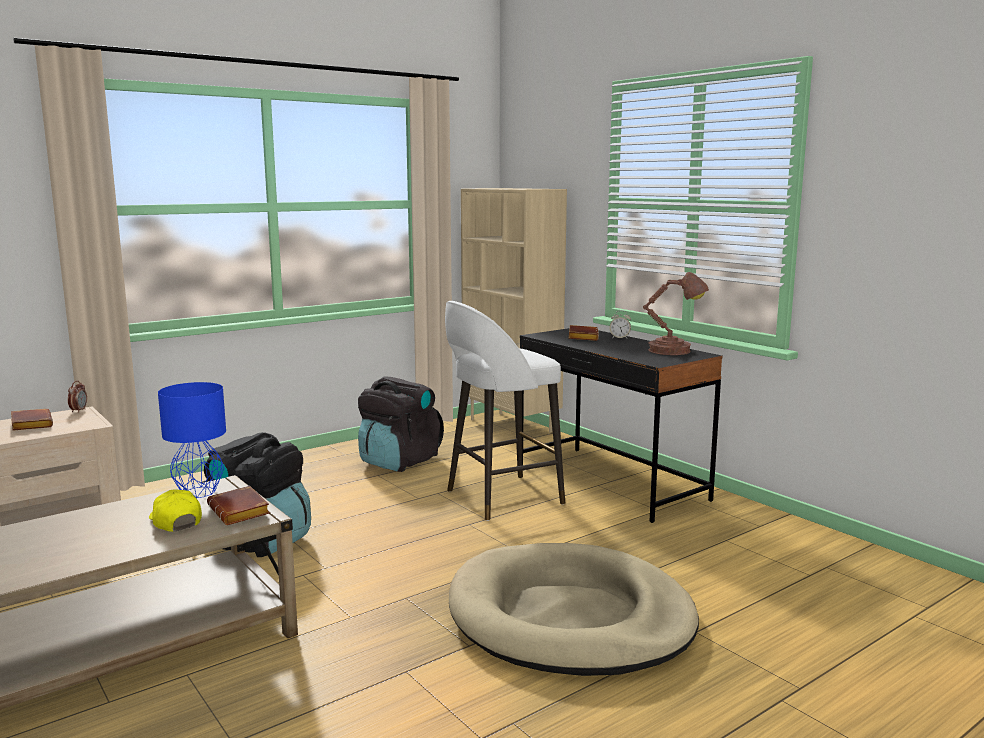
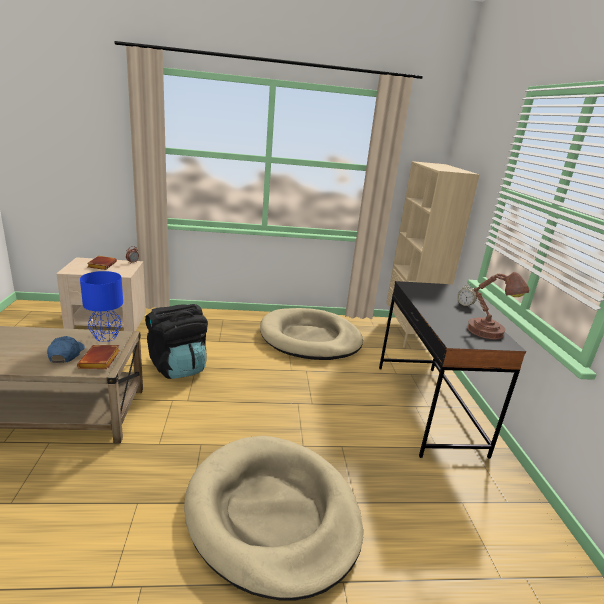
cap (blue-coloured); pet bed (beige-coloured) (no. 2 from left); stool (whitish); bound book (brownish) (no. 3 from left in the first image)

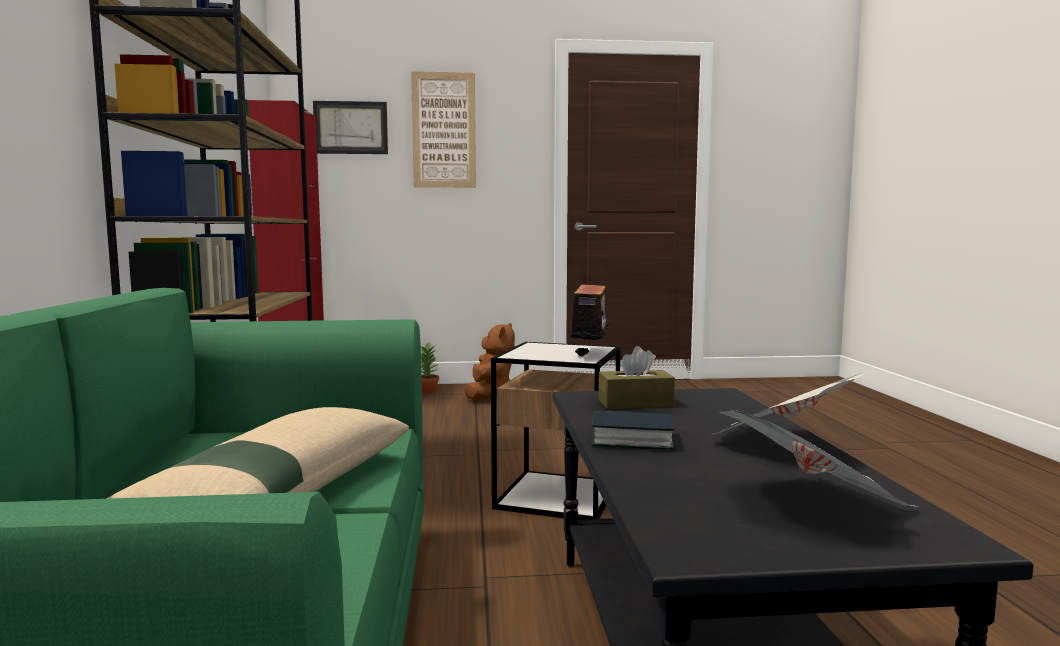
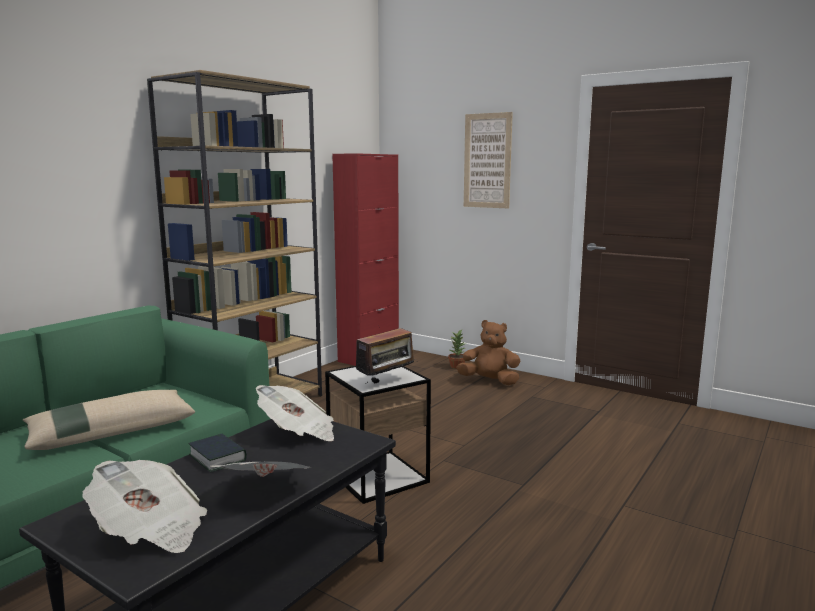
newspaper (no. 3 from left); plush toy (brownish); wall art (no. 1 from left in the first image)

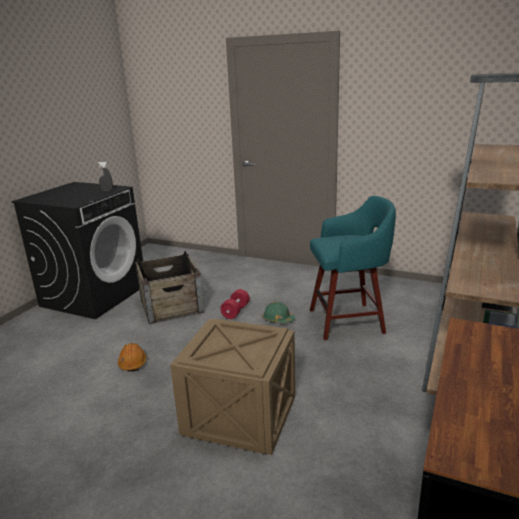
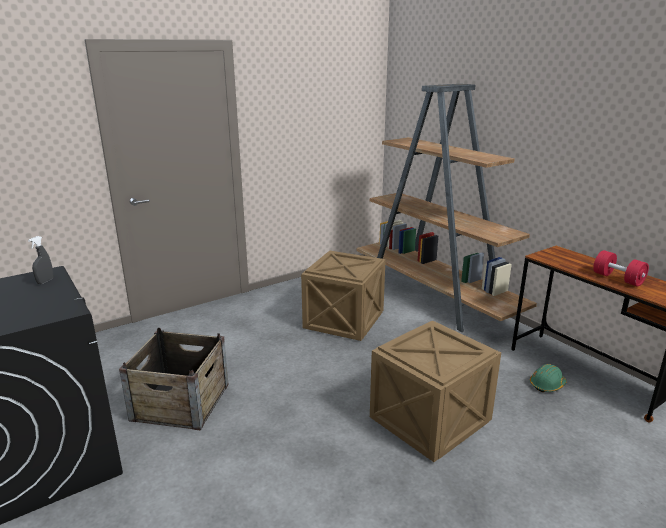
packing crate (no. 2 from left); safety helmet (green-coloured); hand weight (reddish); safety helmet (orange-coloured)

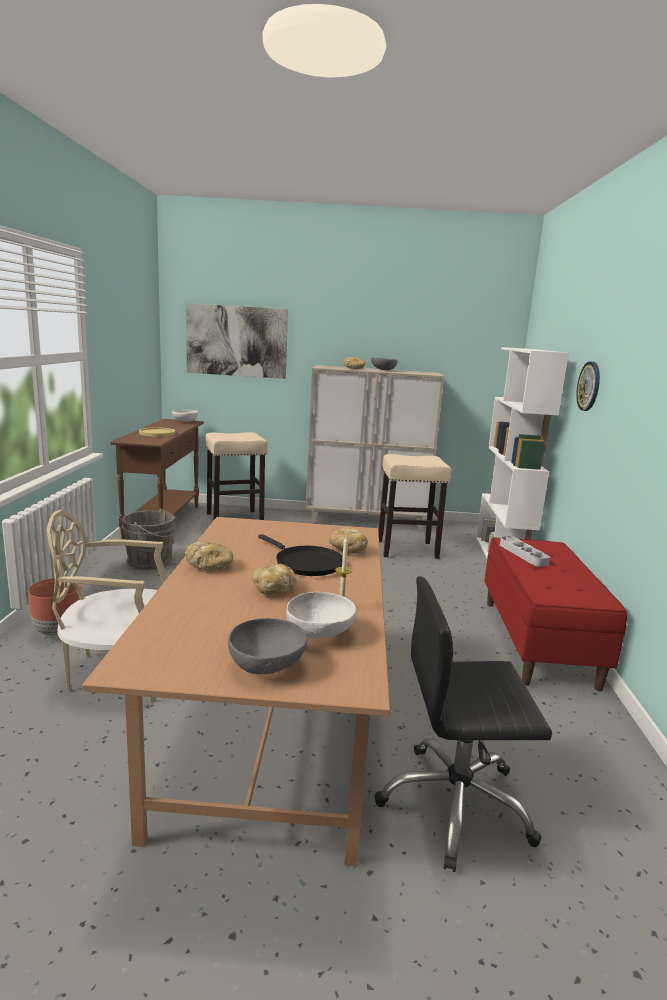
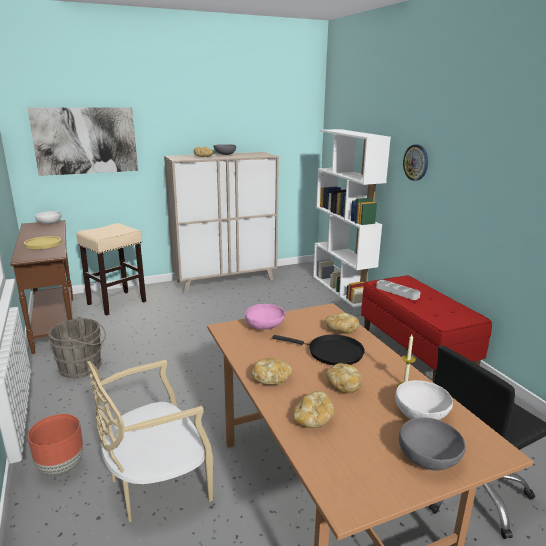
deep dish (pink); bakery bread (no. 3 from left); stool (beige-coloured) (no. 2 from left in the first image)

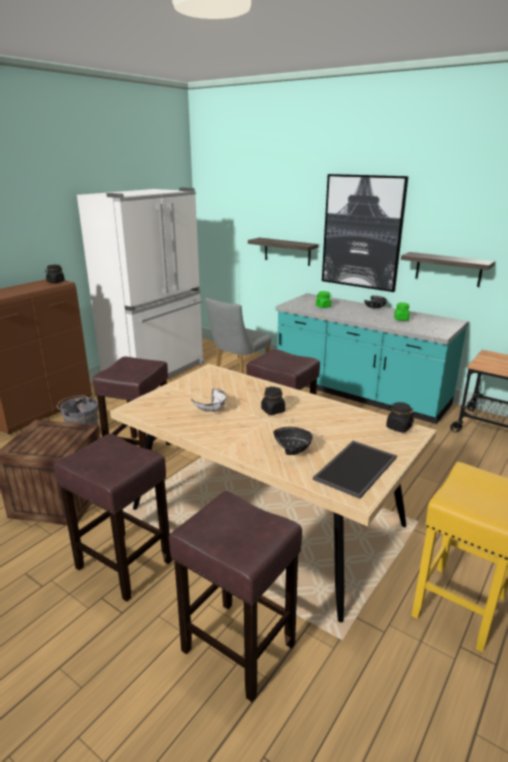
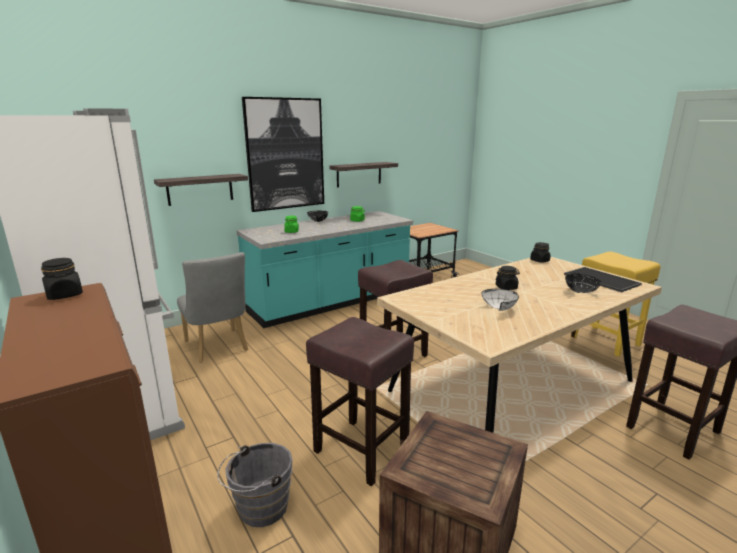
stool (brownish) (no. 1 from left in the first image)

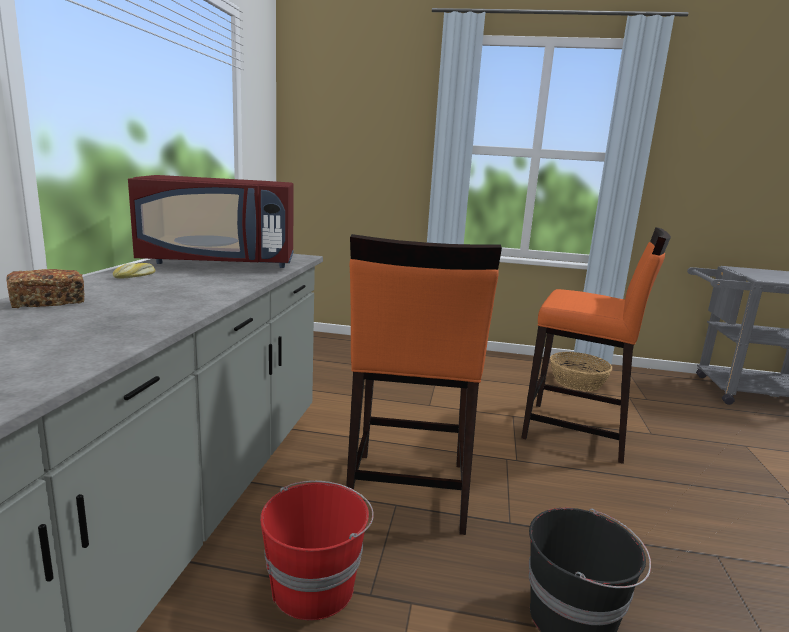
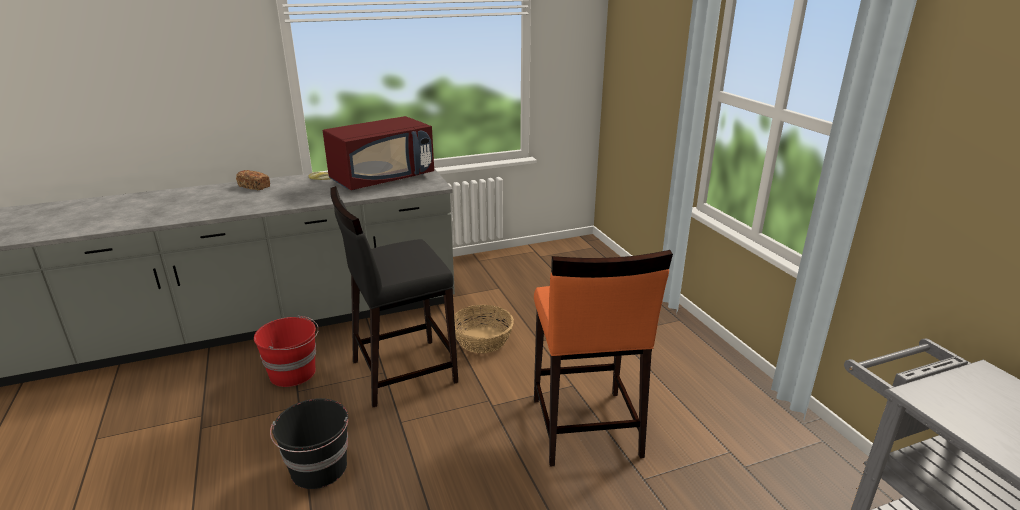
microwave oven (reddish); stool (blackish); household basket

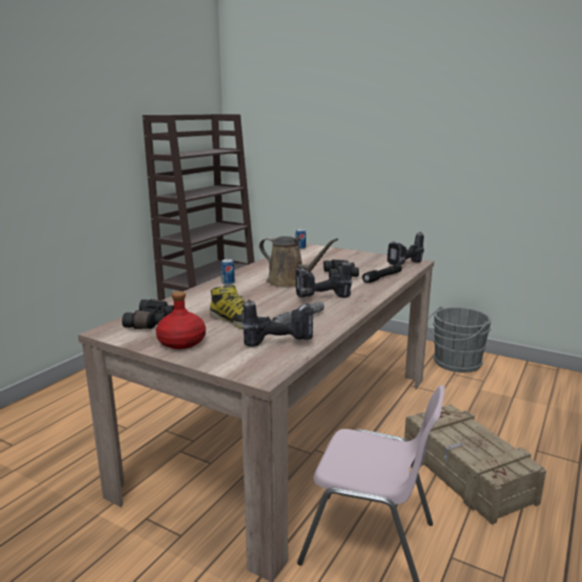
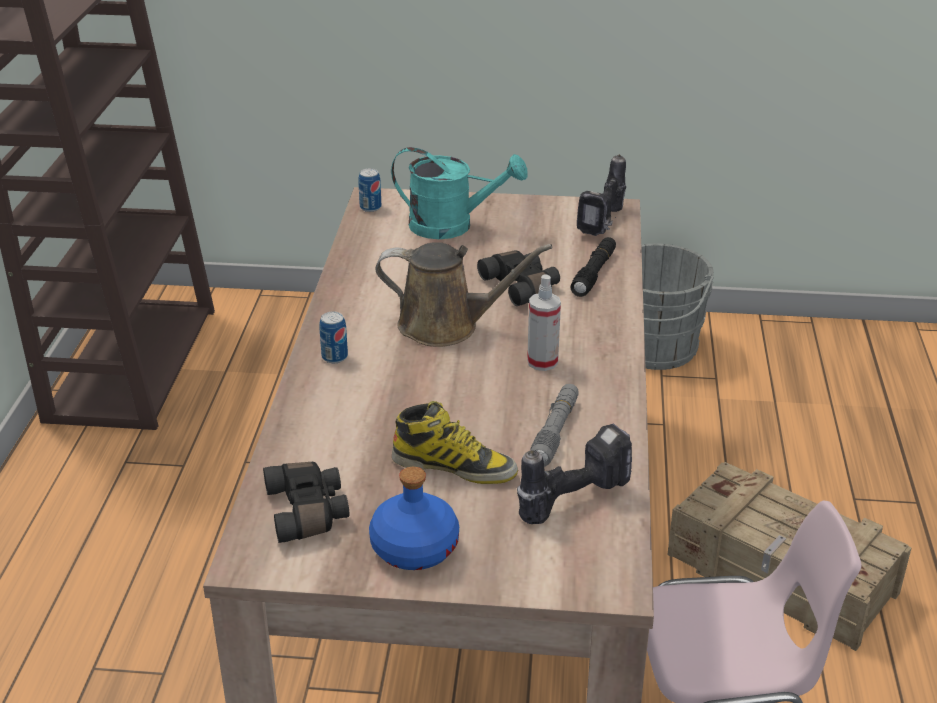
bottle (blue-coloured); watering can (turquoise); hand sprayer

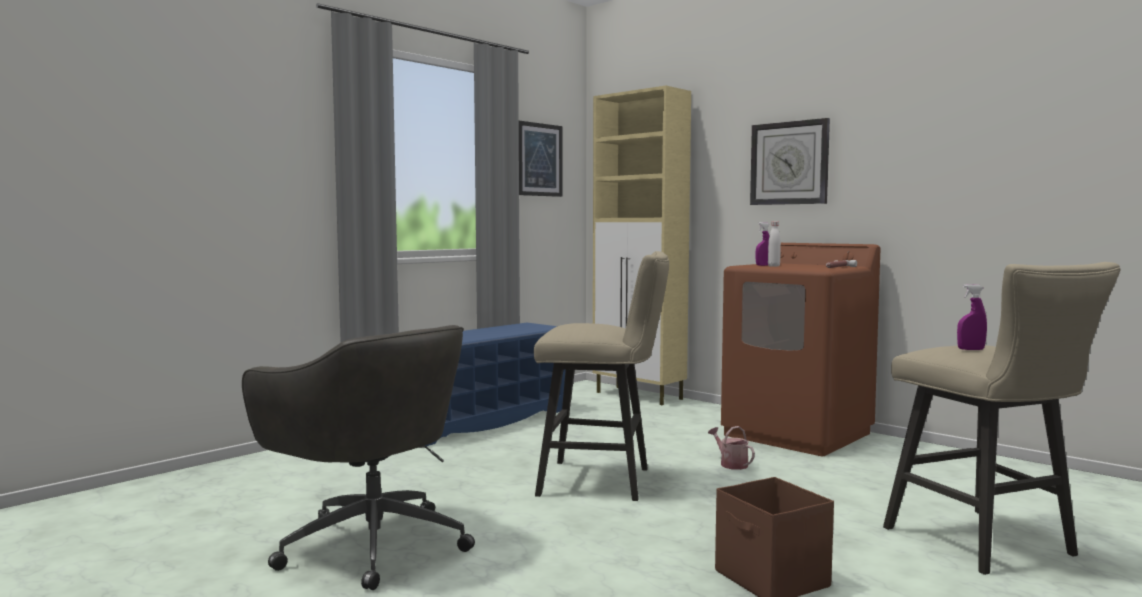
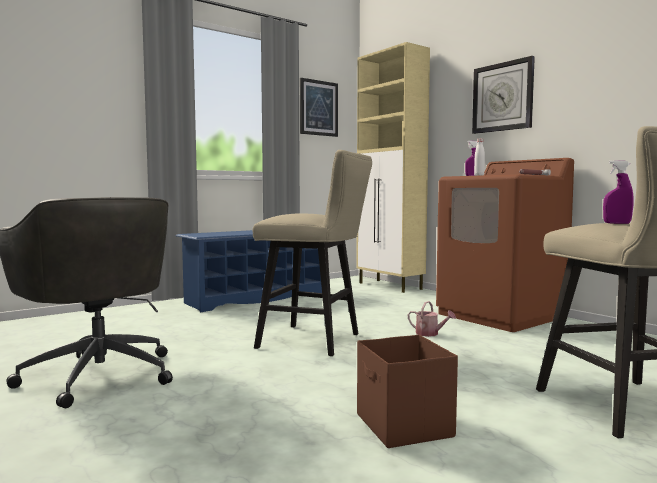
watering can

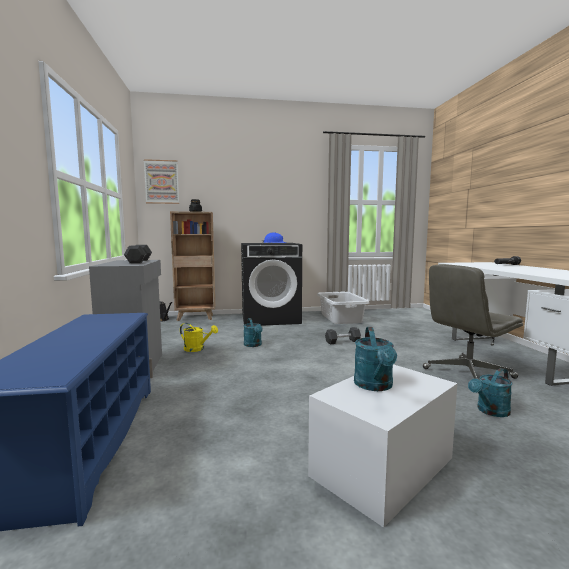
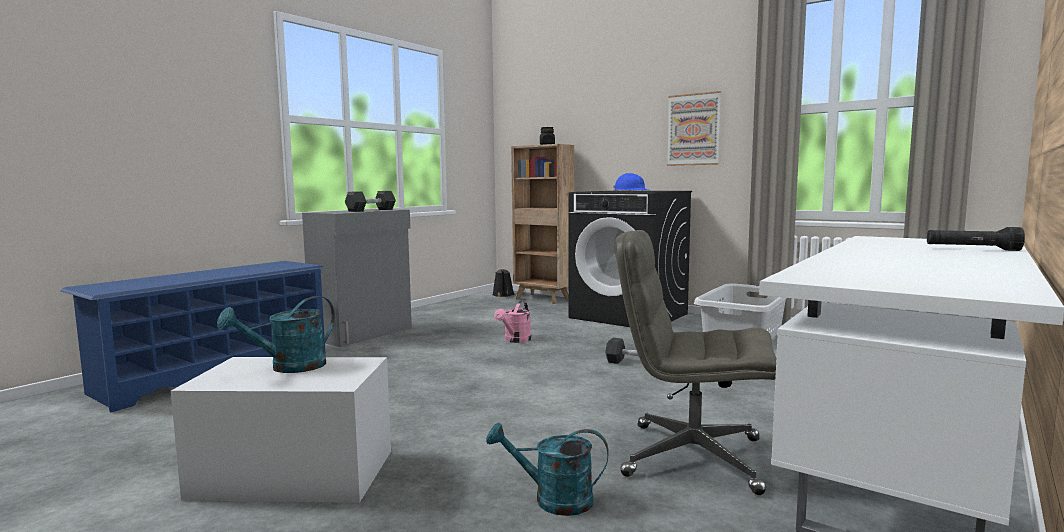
watering can (pink); wall art; watering can (yellowish)

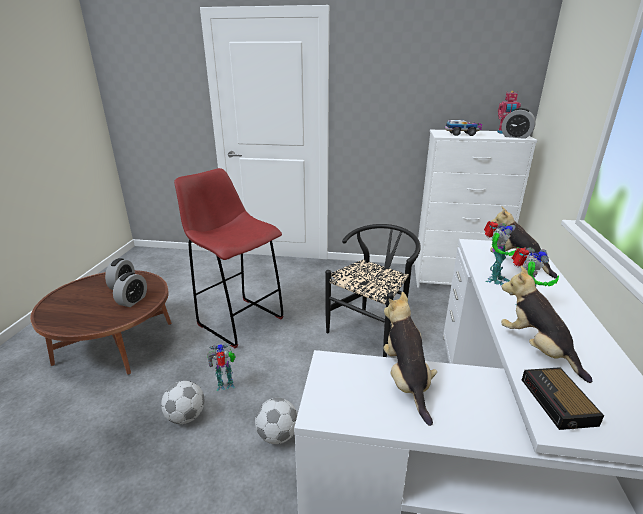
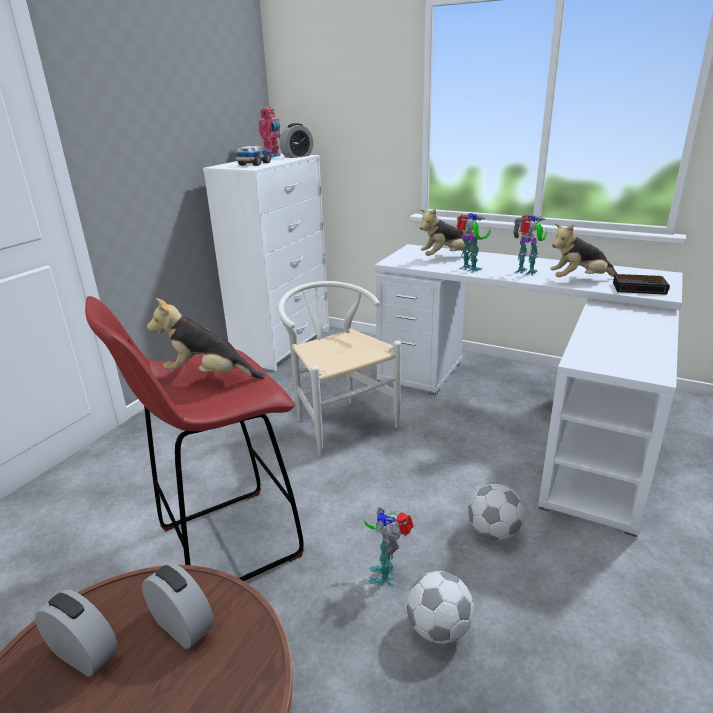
plush toy (no. 1 from left); plain chair (whitish)

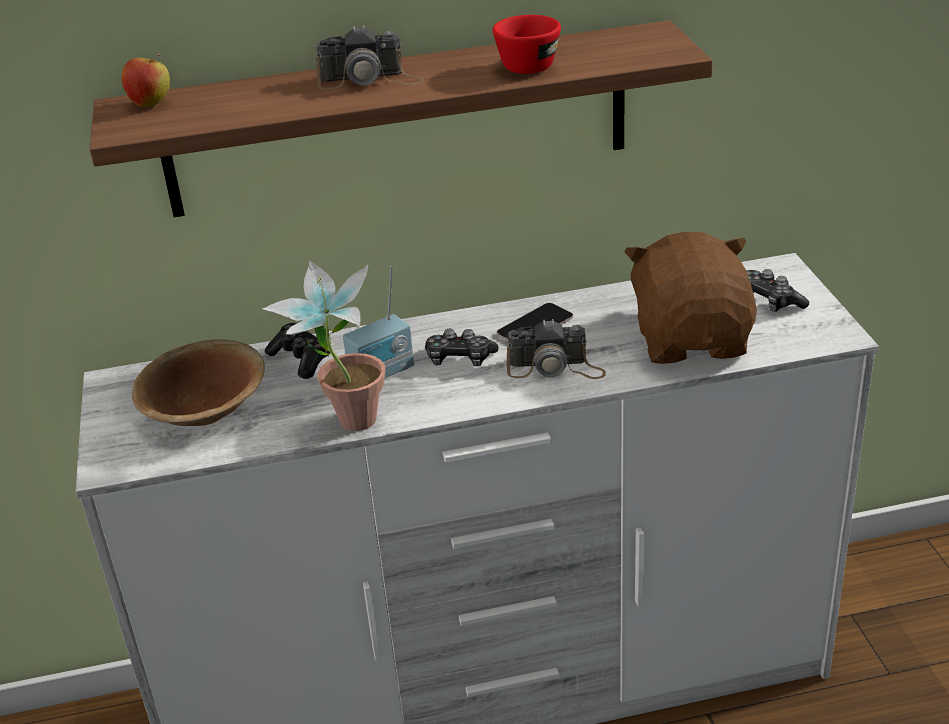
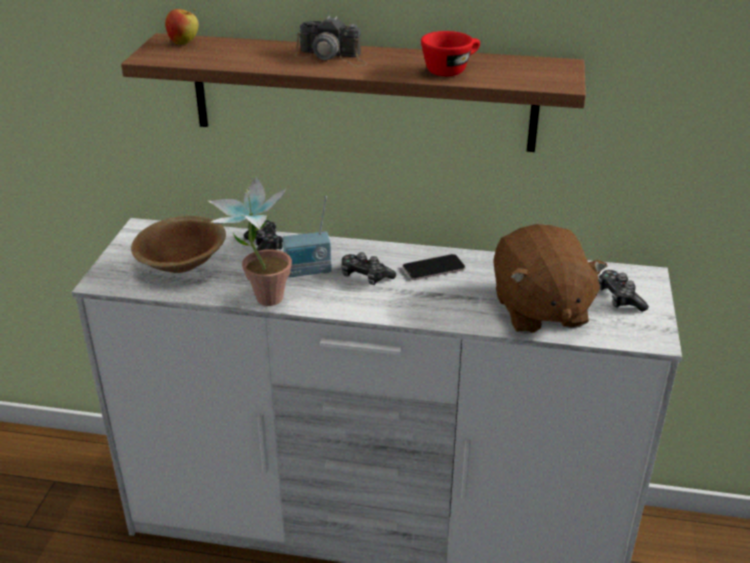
plush toy (brownish); still camera (no. 2 from left in the first image)

